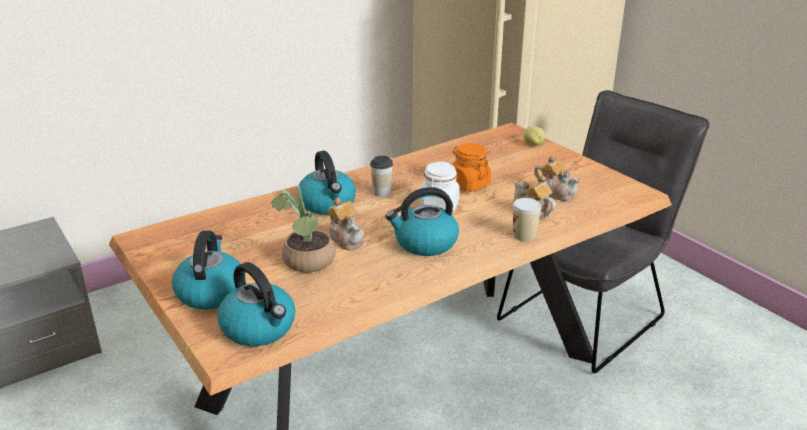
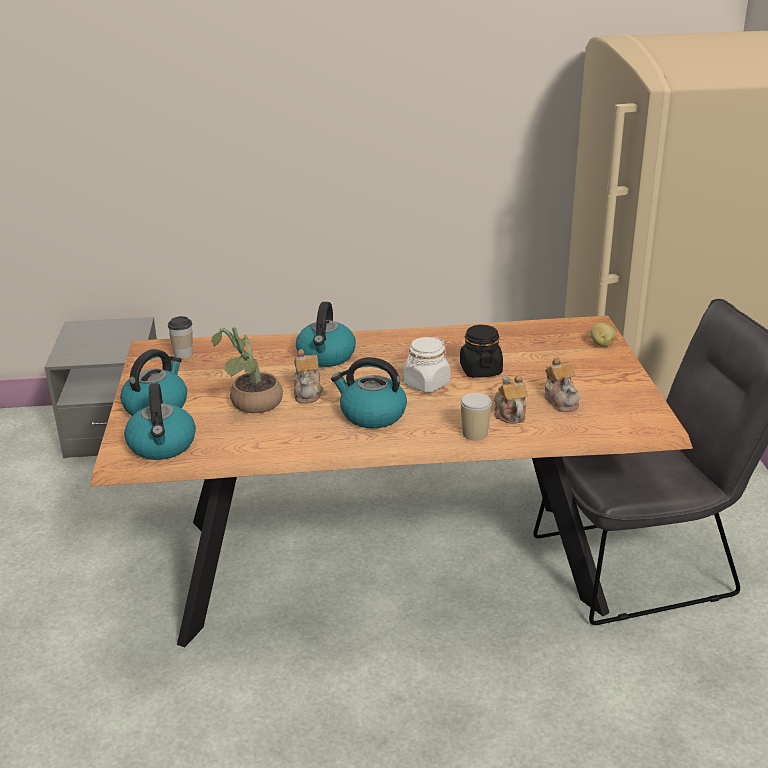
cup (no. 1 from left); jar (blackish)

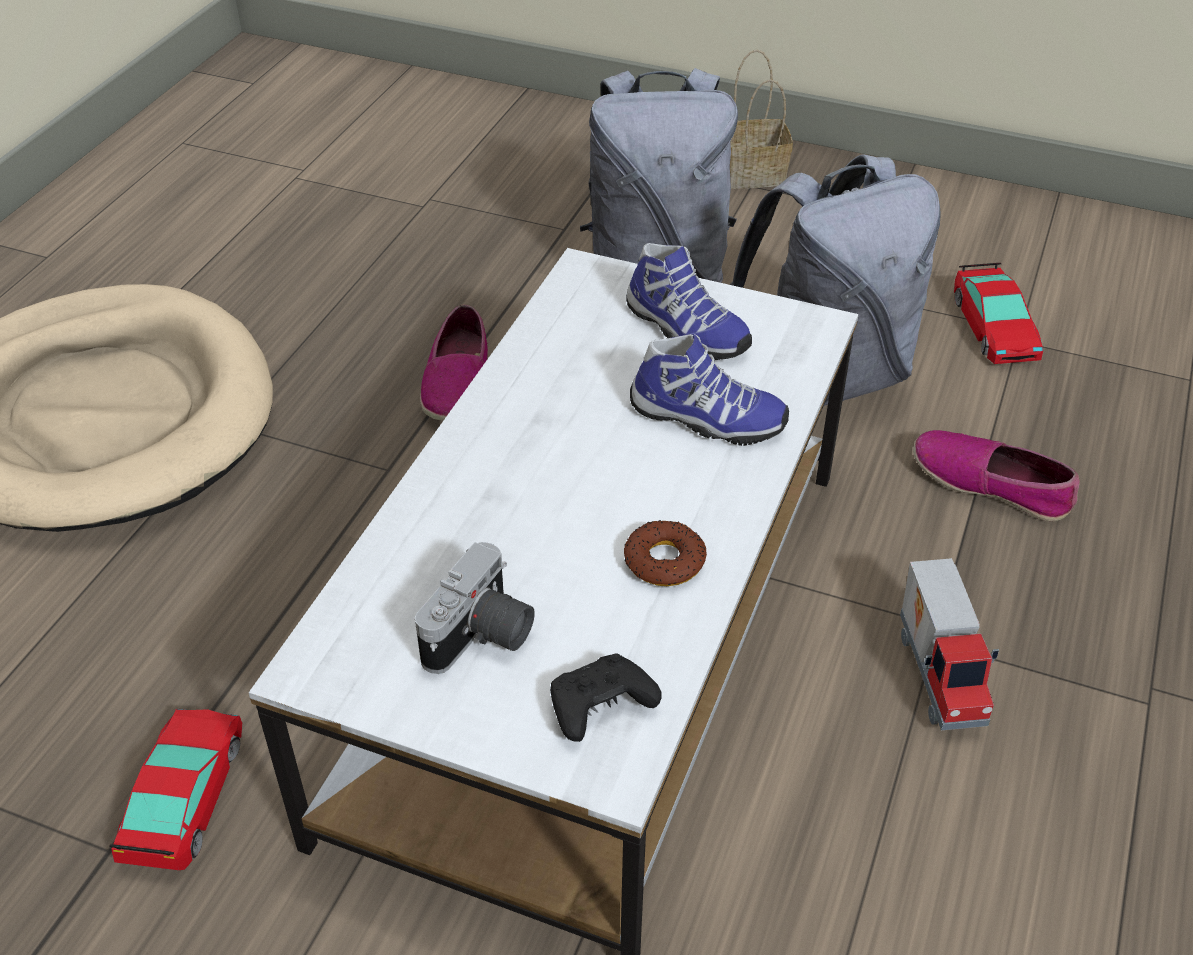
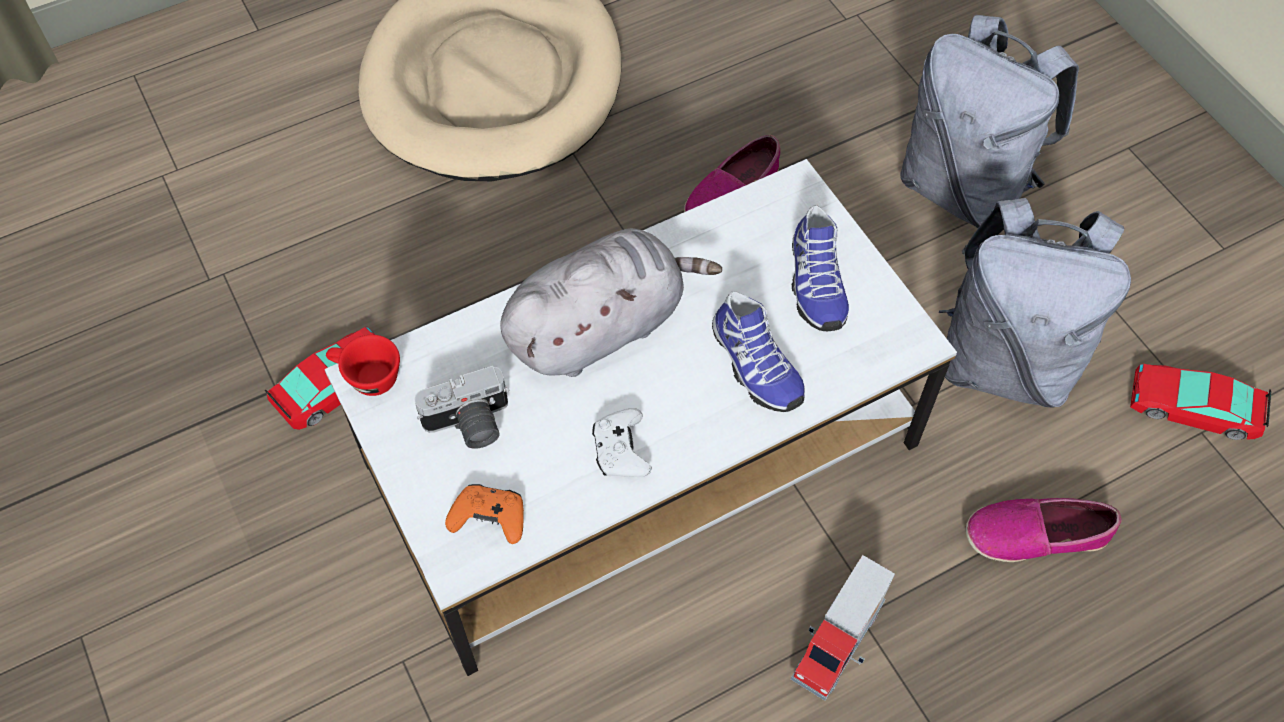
cup (reddish); joypad (orange-coloured); plush toy (grey); joypad (whitish); item of footwear (no. 4 from left); toy car (no. 2 from left); household basket

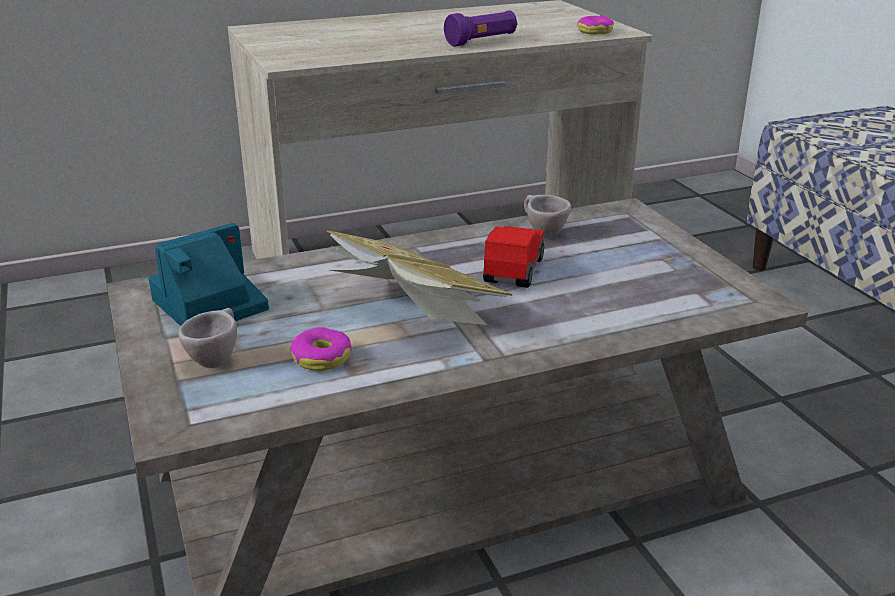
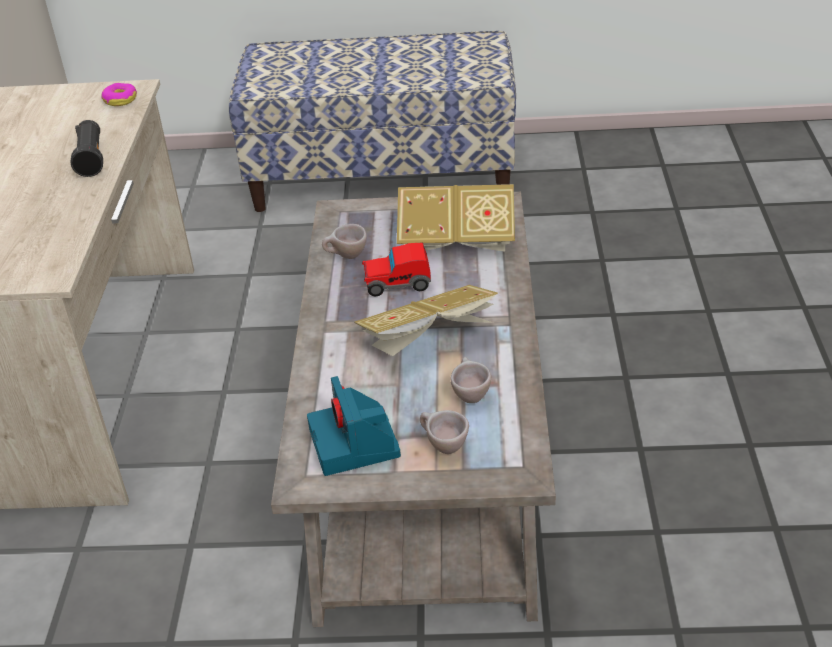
hand torch (blackish); toy car; bound book (no. 2 from left); cup (beige-coloured) (no. 3 from left)

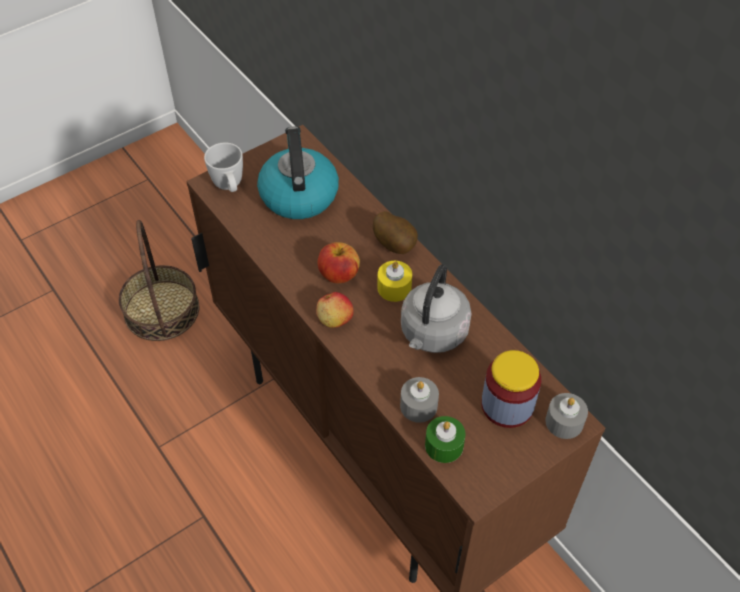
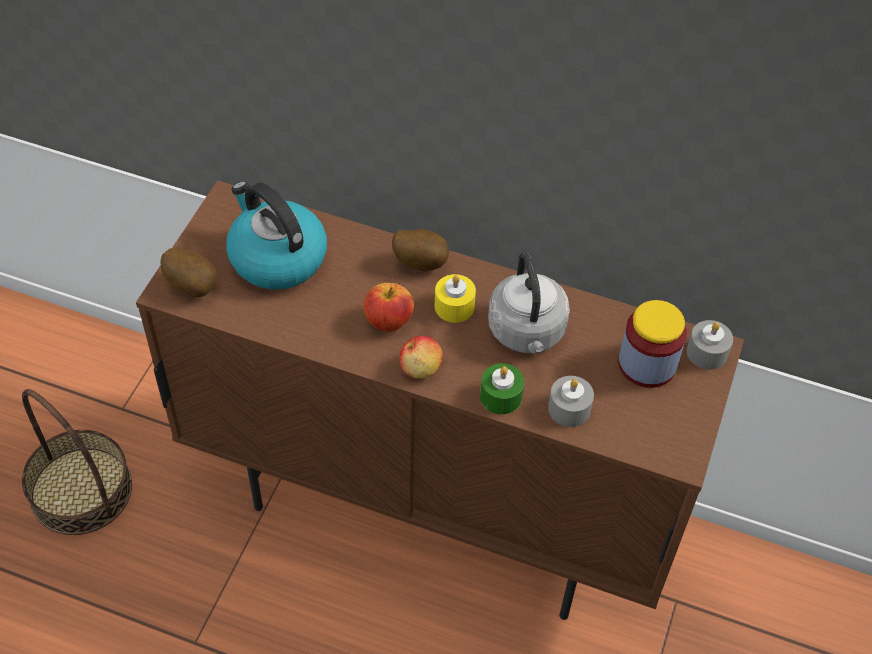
spud (no. 1 from left); candle (green-coloured)

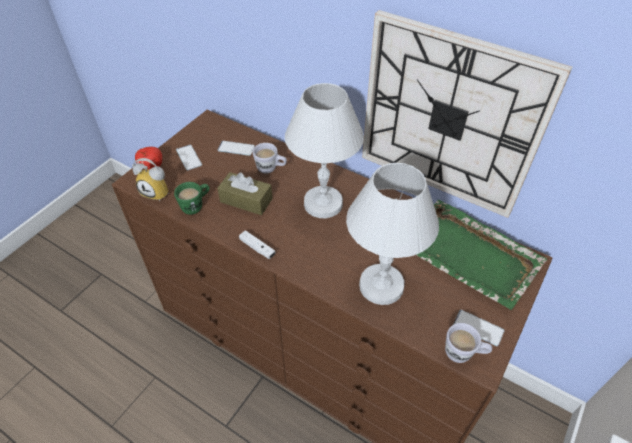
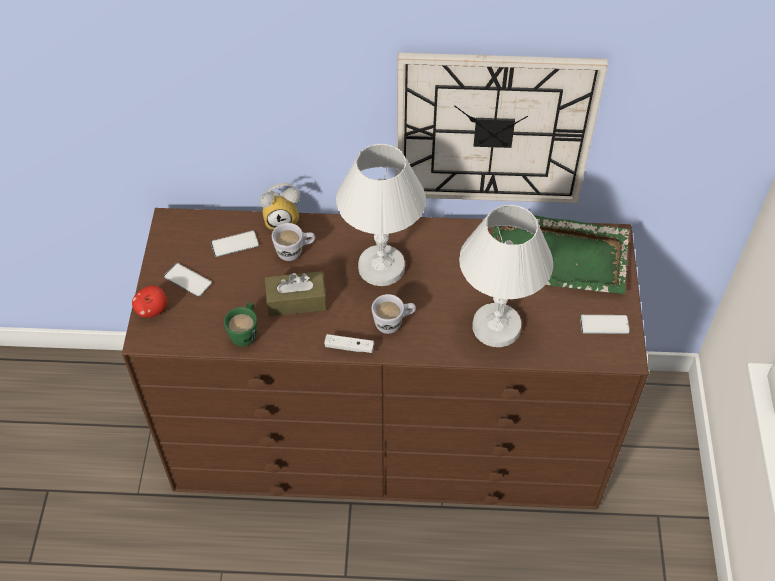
table clock; tea mug (whitish) (no. 2 from left)

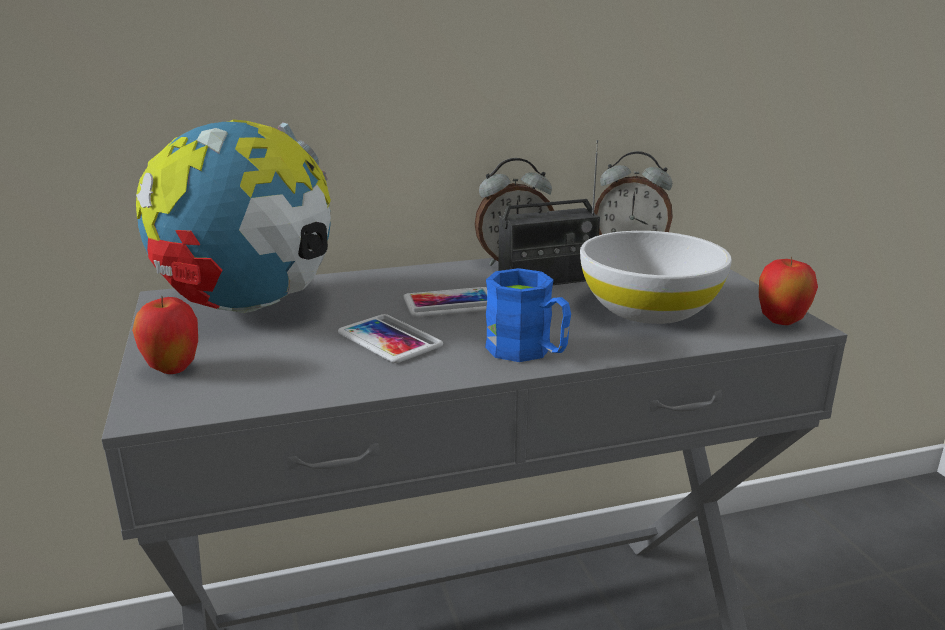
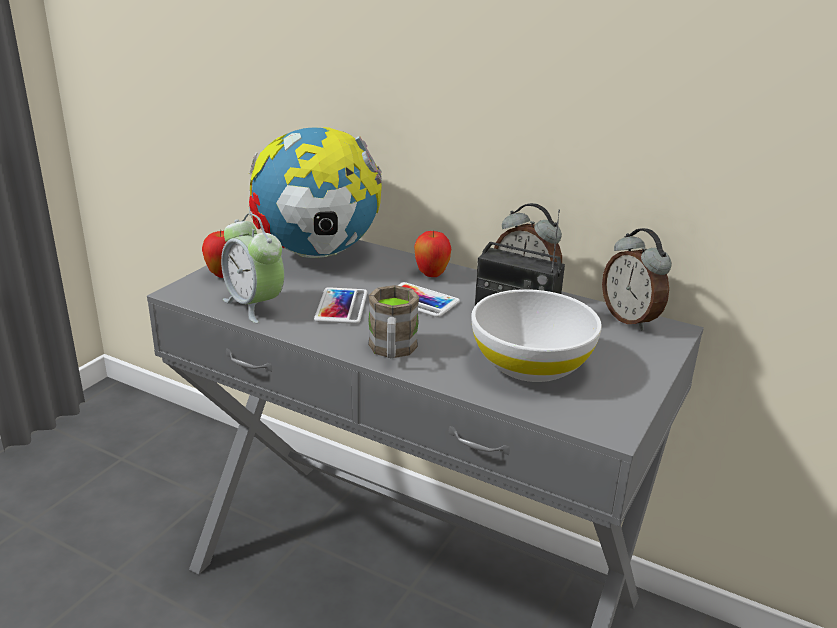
table clock (no. 1 from left); tea mug (brownish); whole apple (no. 2 from left)

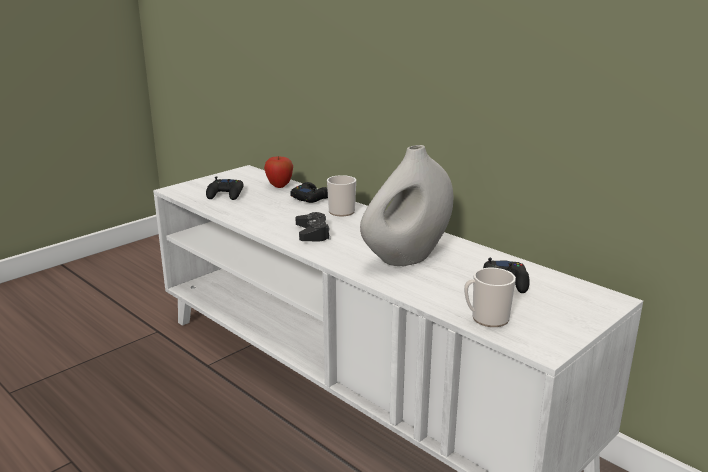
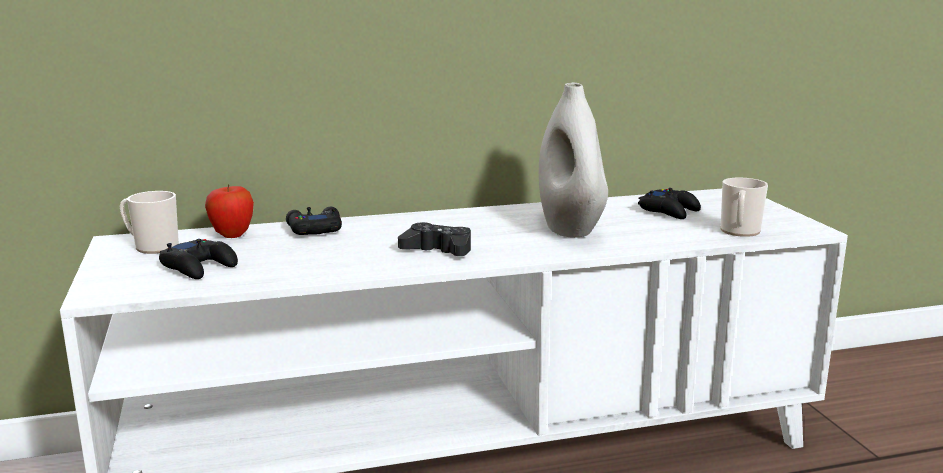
tea mug (no. 1 from left)

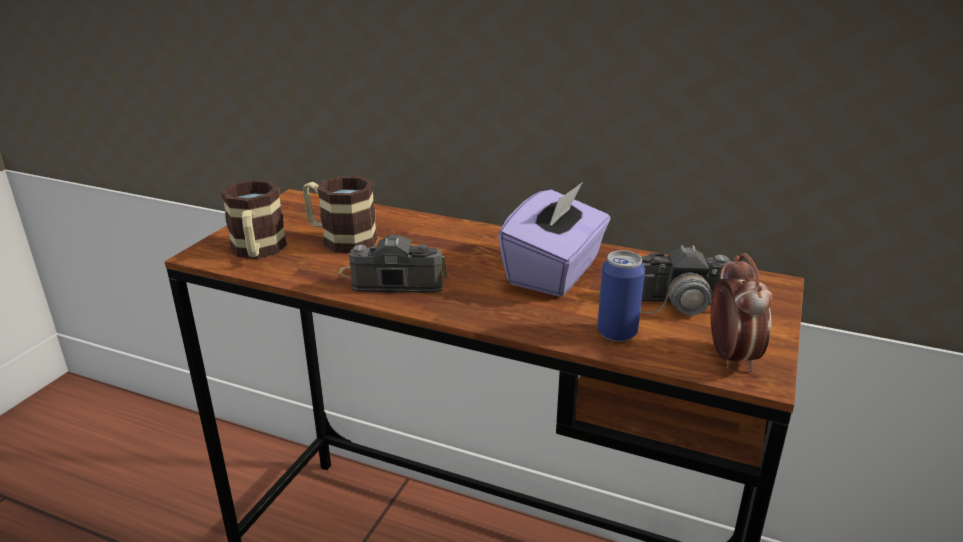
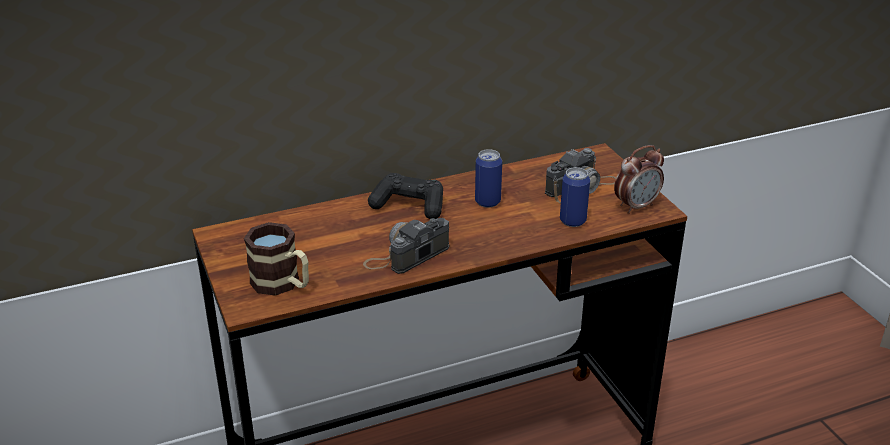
joypad (blackish); sealed can (no. 1 from left); table clock; tea mug (no. 2 from left in the first image)

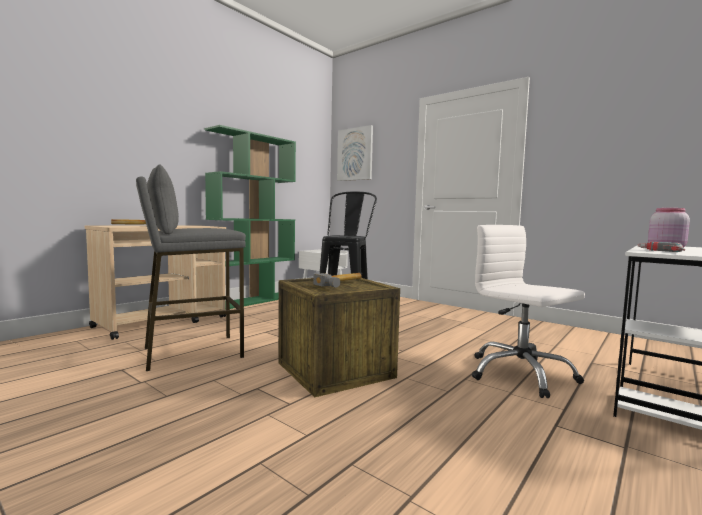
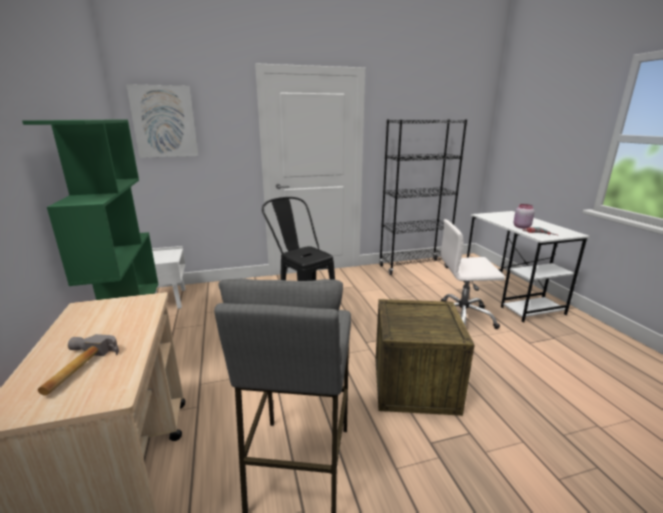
bookshelf (blackish); tool hammer (no. 2 from left in the first image)

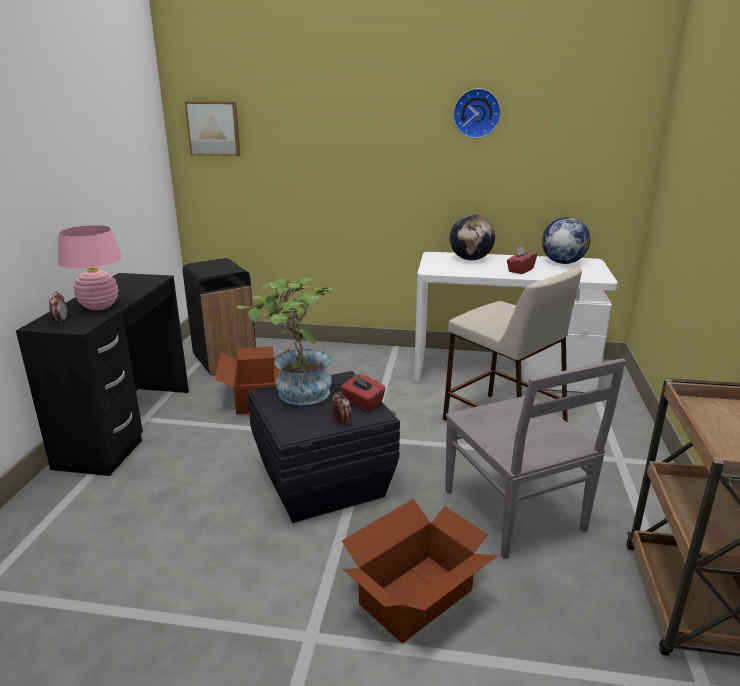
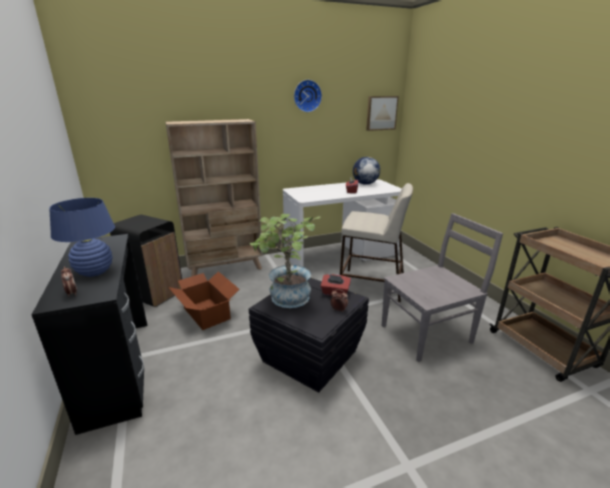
tabletop lamp (blue-coloured); bookshelf (beige-coloured); wall art; plain chair (grey); cardboard box (no. 2 from left in the first image); world globe (no. 1 from left in the first image)

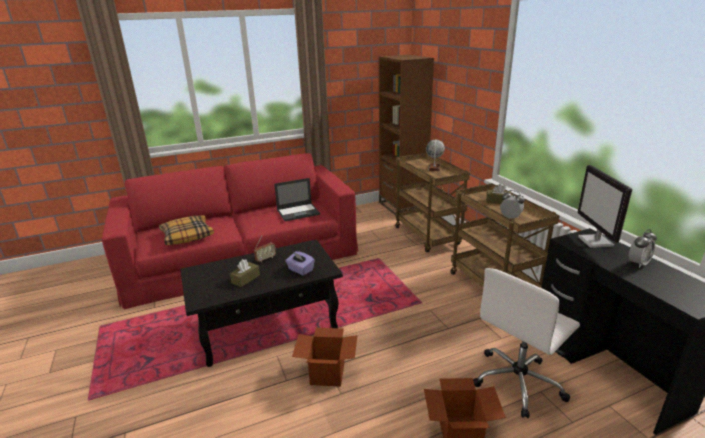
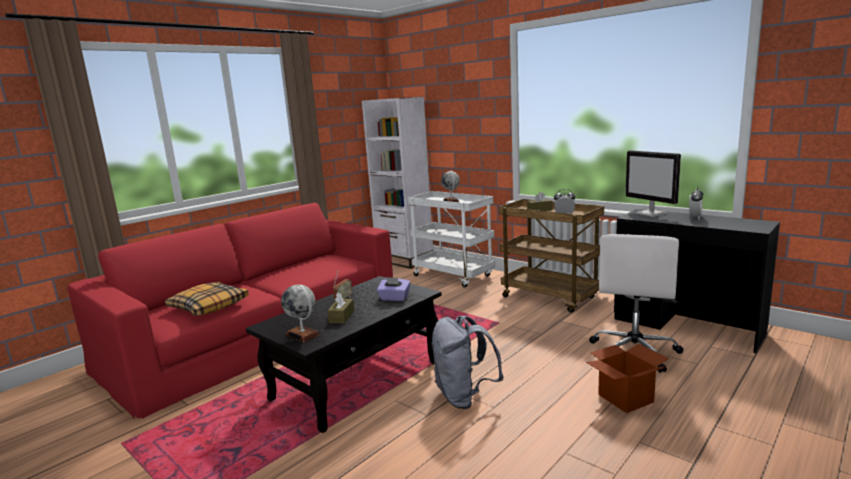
world globe (no. 1 from left); bookshelf (whitish); wheeled cart (whitish); knapsack (grey); laptop

